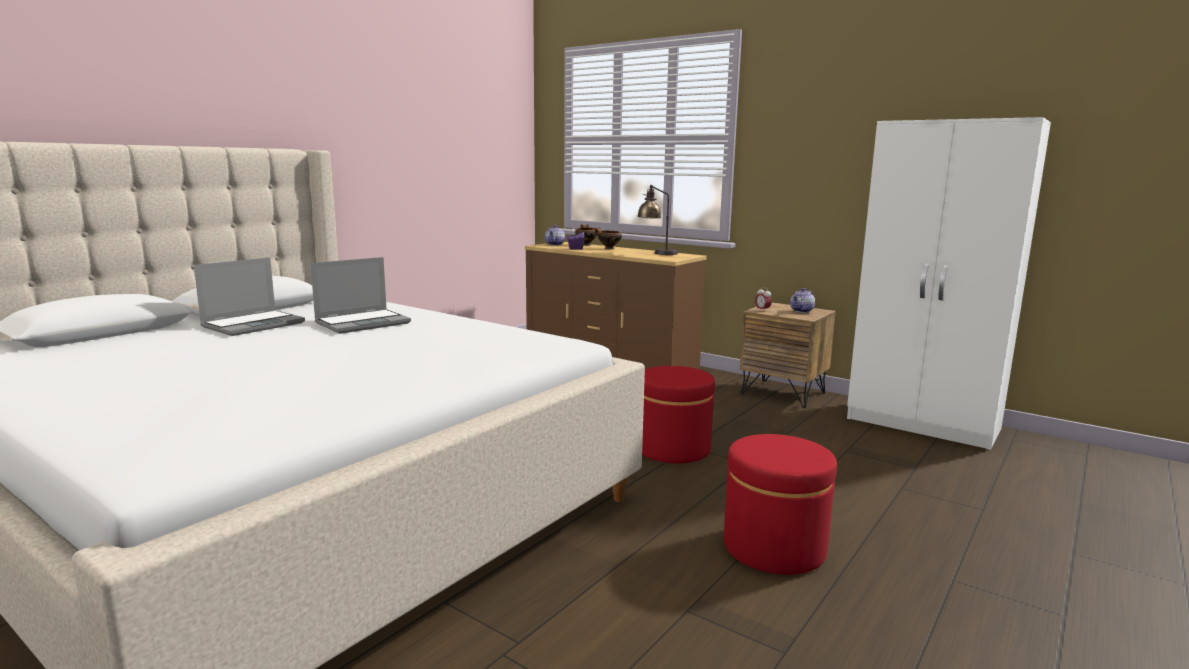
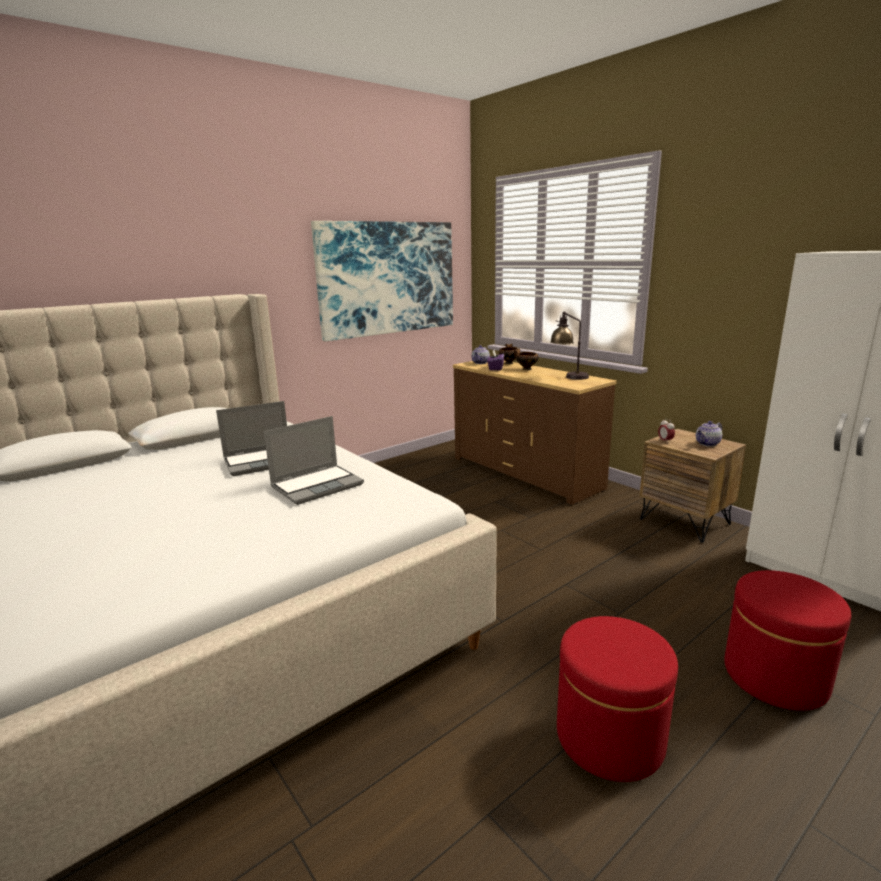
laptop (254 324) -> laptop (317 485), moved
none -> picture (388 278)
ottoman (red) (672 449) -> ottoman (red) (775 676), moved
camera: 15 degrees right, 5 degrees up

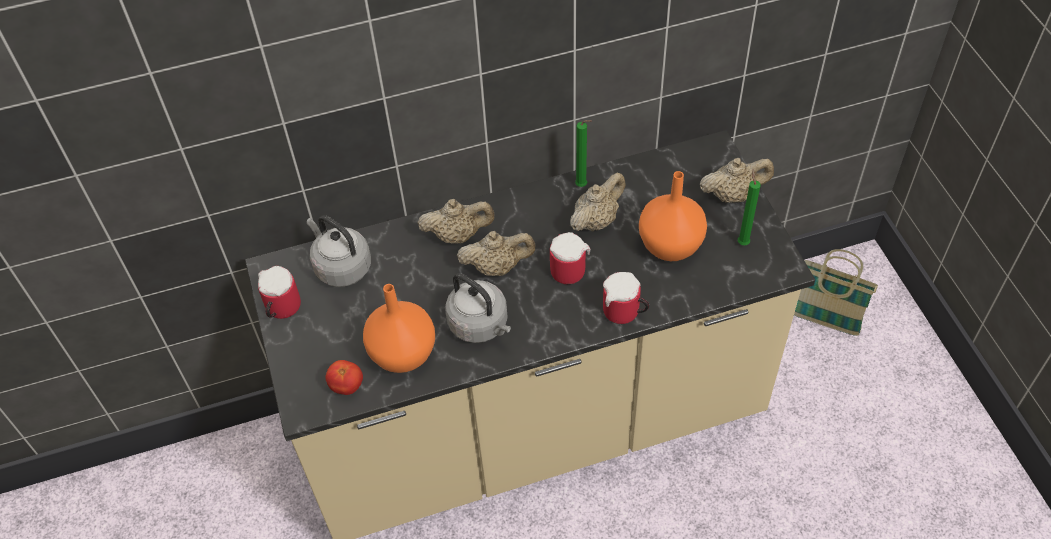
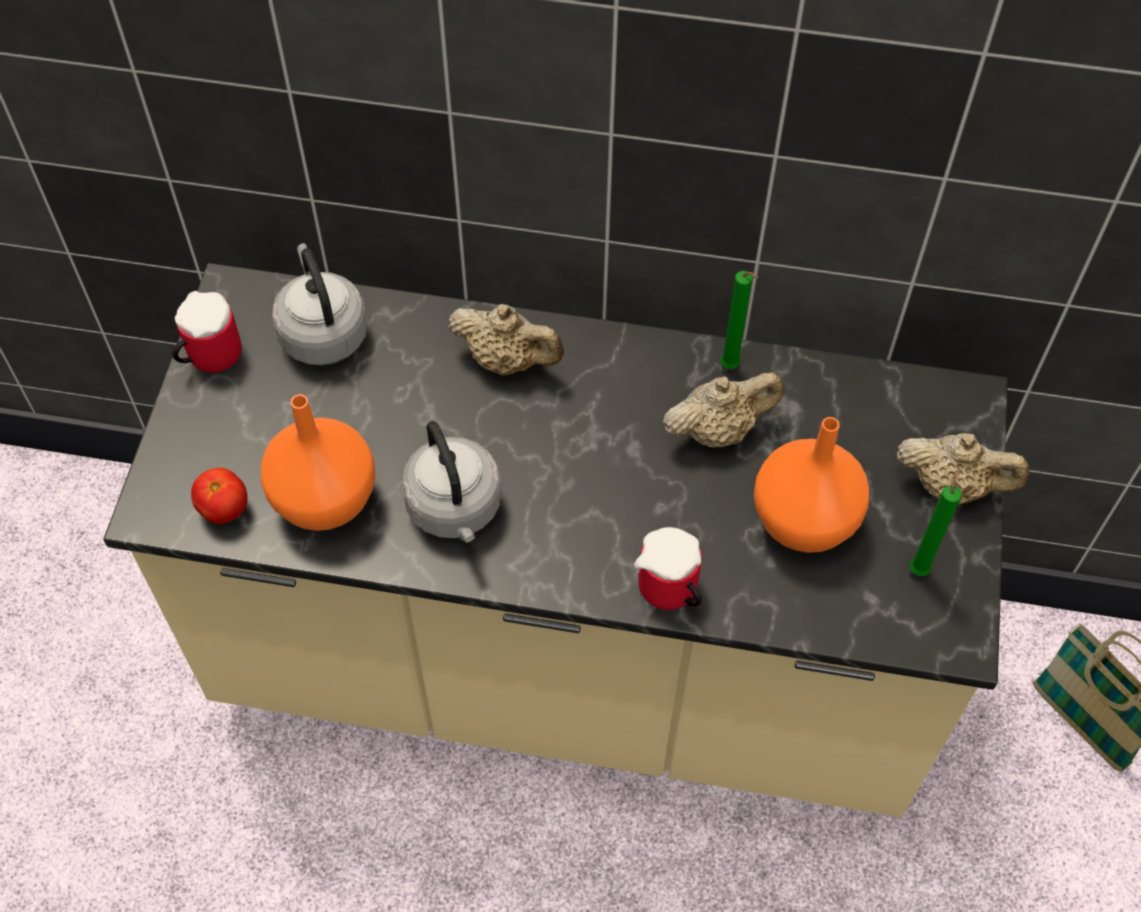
teapot (beige) (497 267) -> none
mug (567 267) -> none
camera: 25 degrees right, 5 degrees up

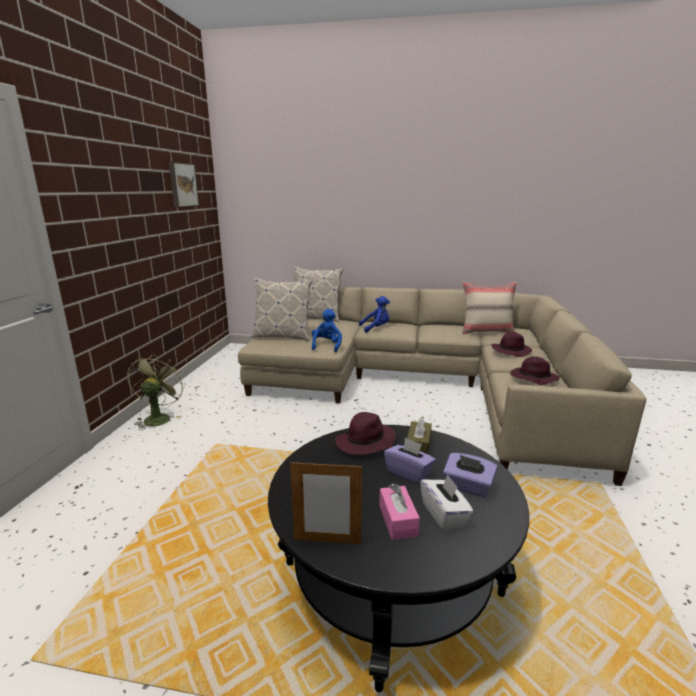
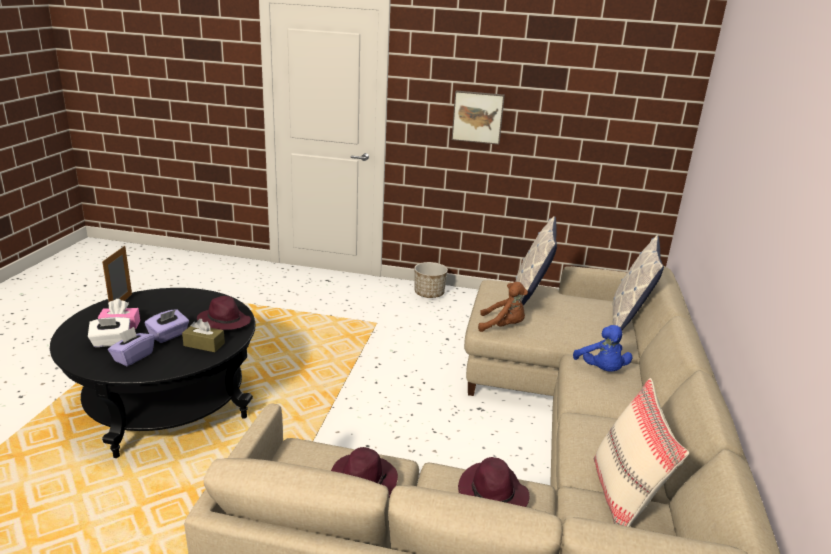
fan (green) (158 417) -> planter (429 293)
picture (182 185) -> picture (478 117), moved
plush toy (blue) (327 346) -> plush toy (brown) (503 326)
camera: 90 degrees right, 5 degrees up

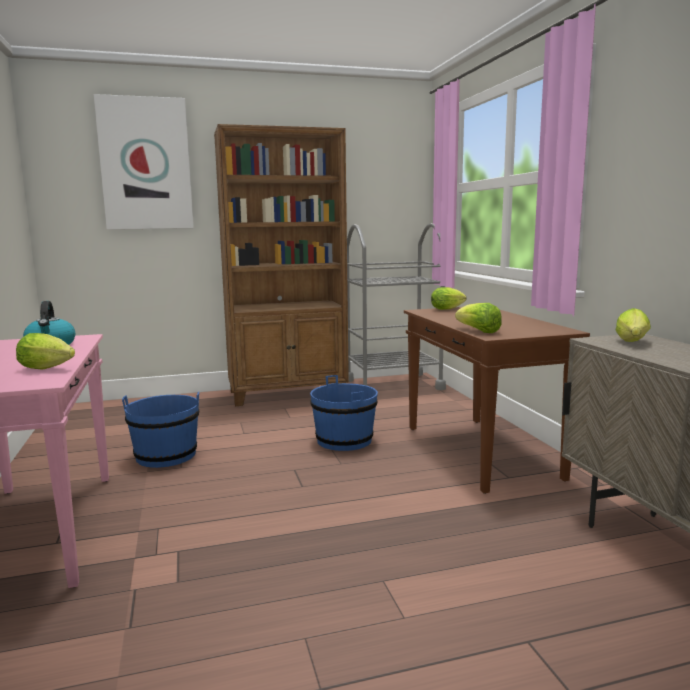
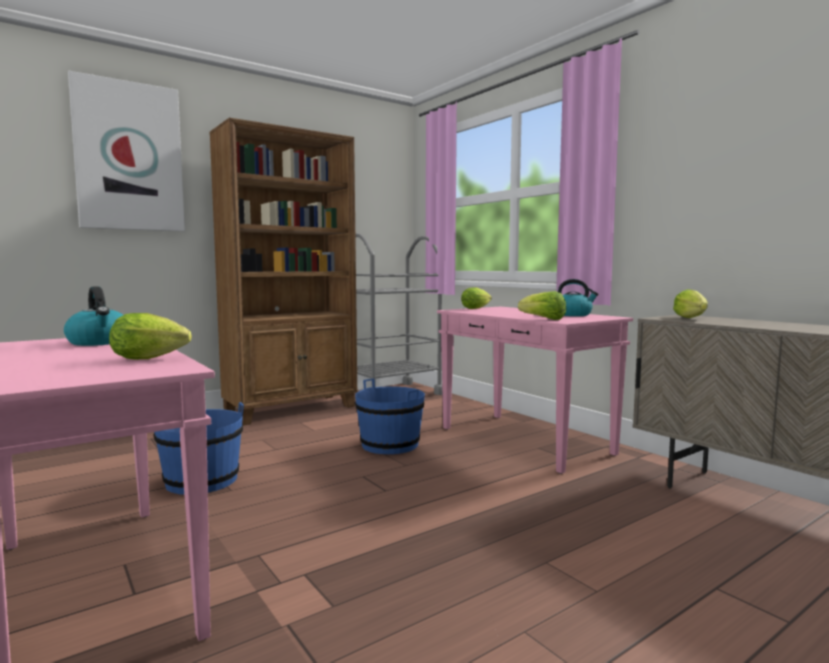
console table (brown) (481 453) -> console table (pink) (526 441)
none -> kettle (573 315)
camera: 20 degrees left, 5 degrees down

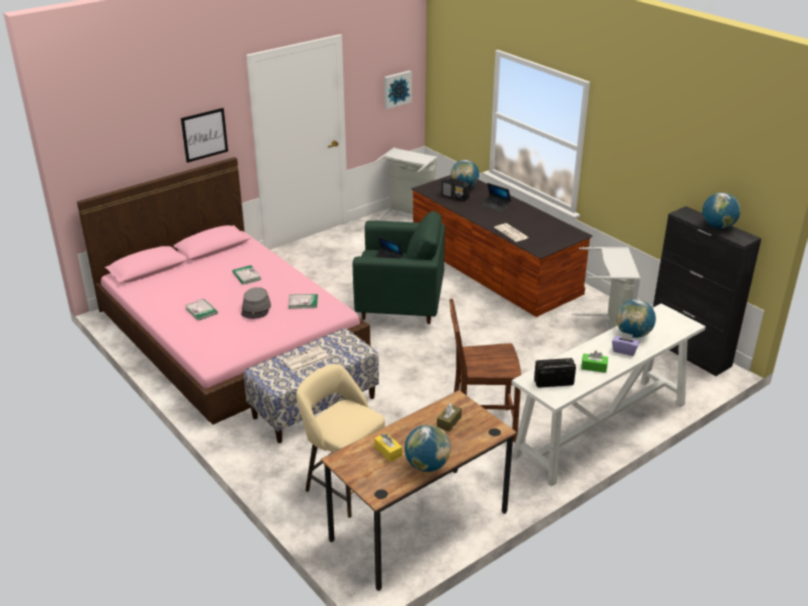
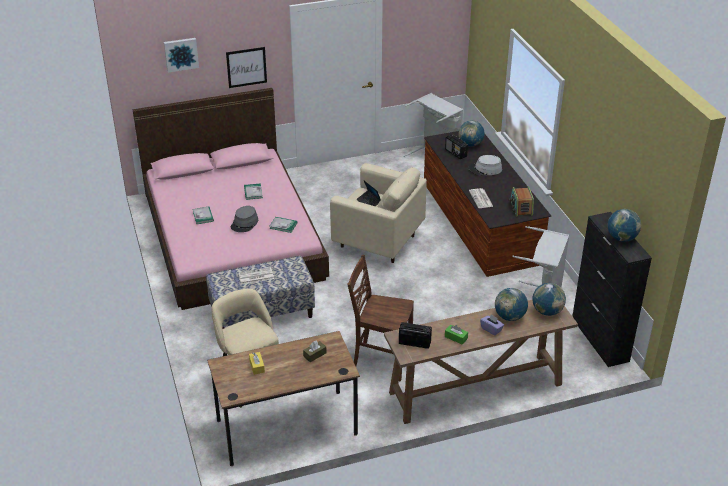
picture (396 89) -> picture (181 54), moved
armchair (green) (400 306) -> armchair (beige) (378 242)
console table (white) (600 430) -> console table (brown) (474 389)
laptop (495 206) -> hat (grey) (485 169)
none -> radio (521 208)
globe (427 466) -> globe (547 311), moved
camera: 20 degrees right, 5 degrees up

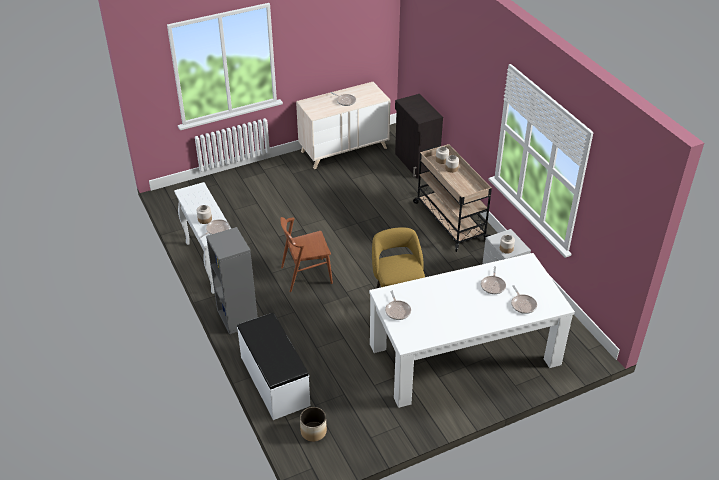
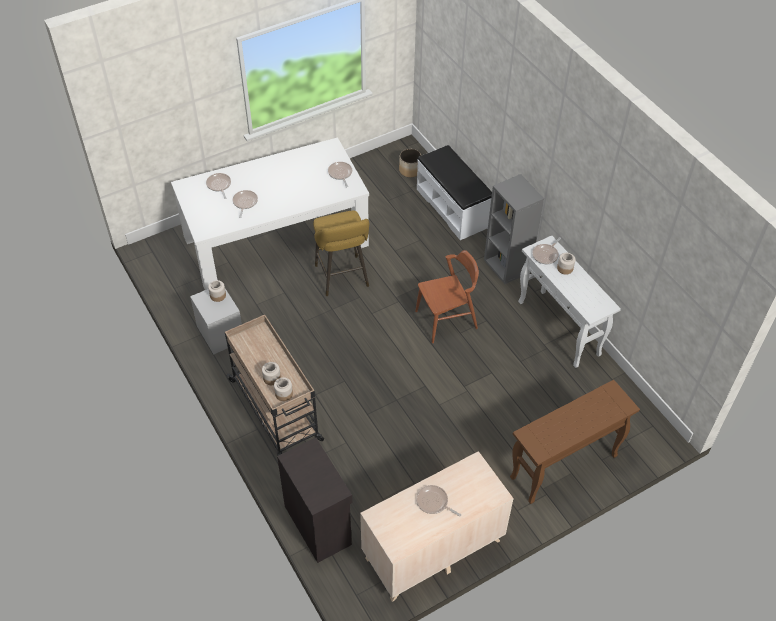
none -> console table (brown) (563 467)
camera: 175 degrees right, 10 degrees up

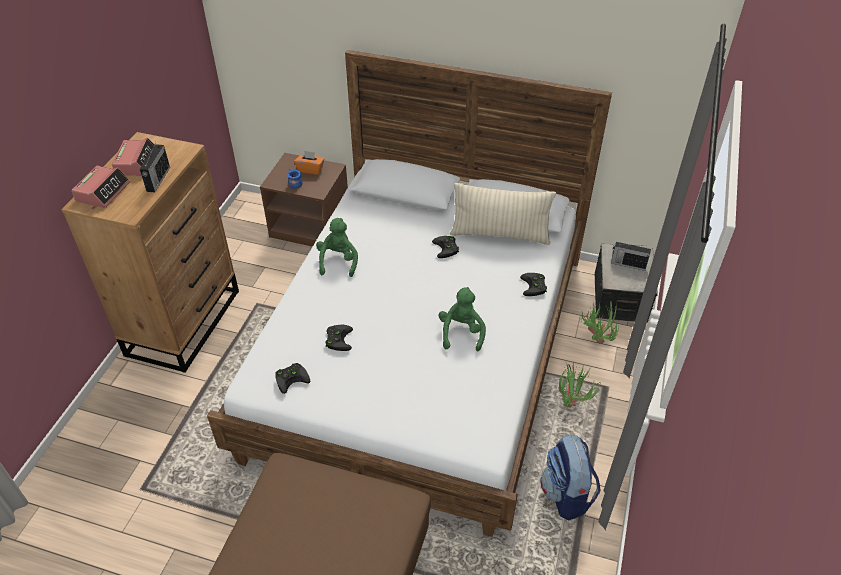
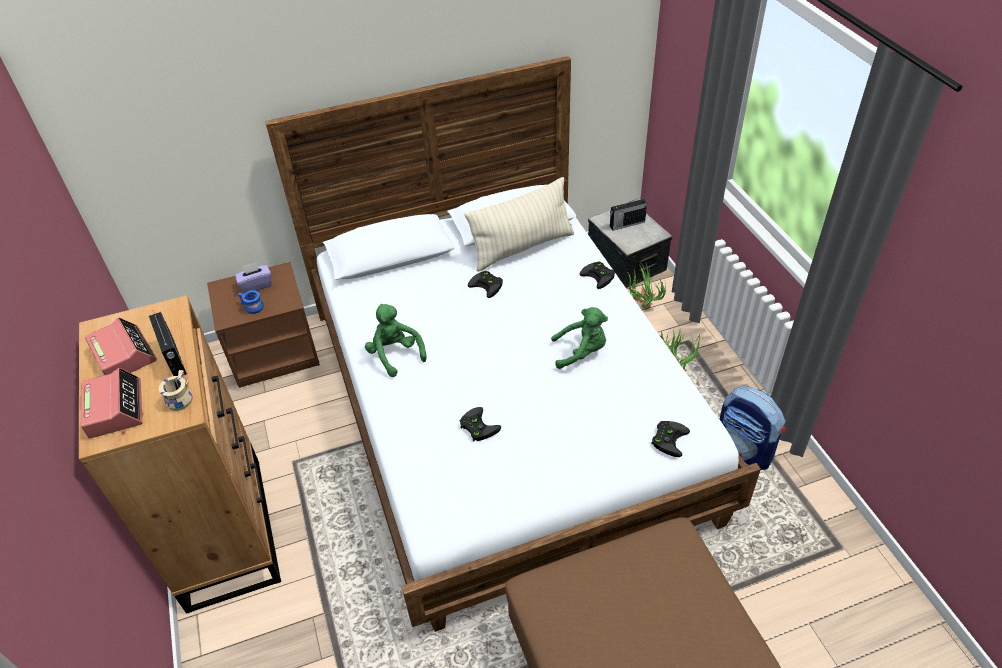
none -> mug (beige) (179 397)
tissue box (orange) (310 169) -> tissue box (purple) (256 285)
plush toy (green) (461 332) -> plush toy (green) (581 352), 120 degrees clockwise
game controller (black) (292 378) -> game controller (black) (668 438), moved
camera: 35 degrees left, 0 degrees up

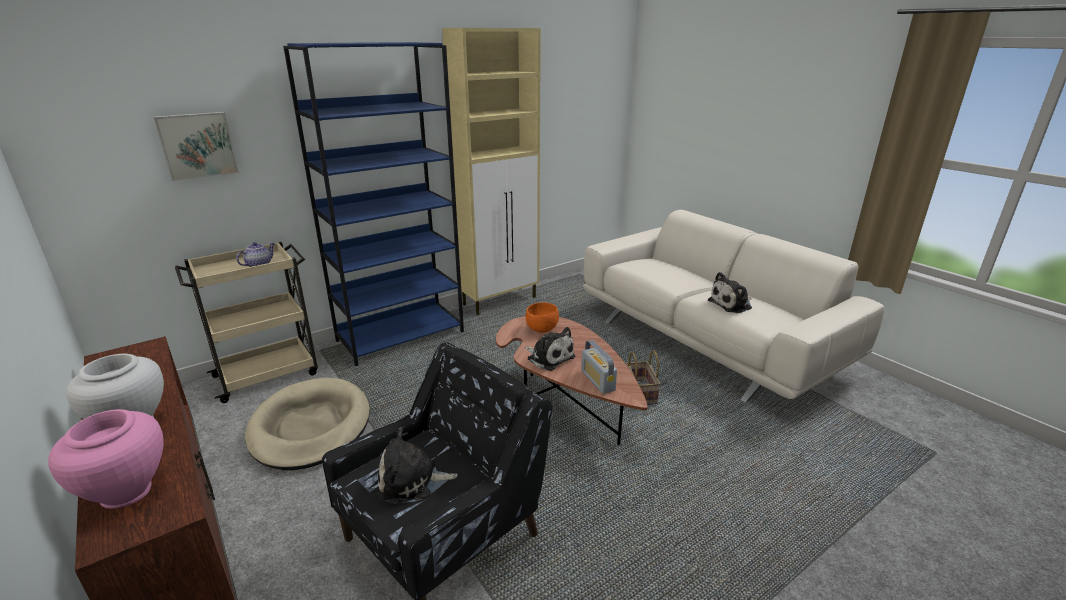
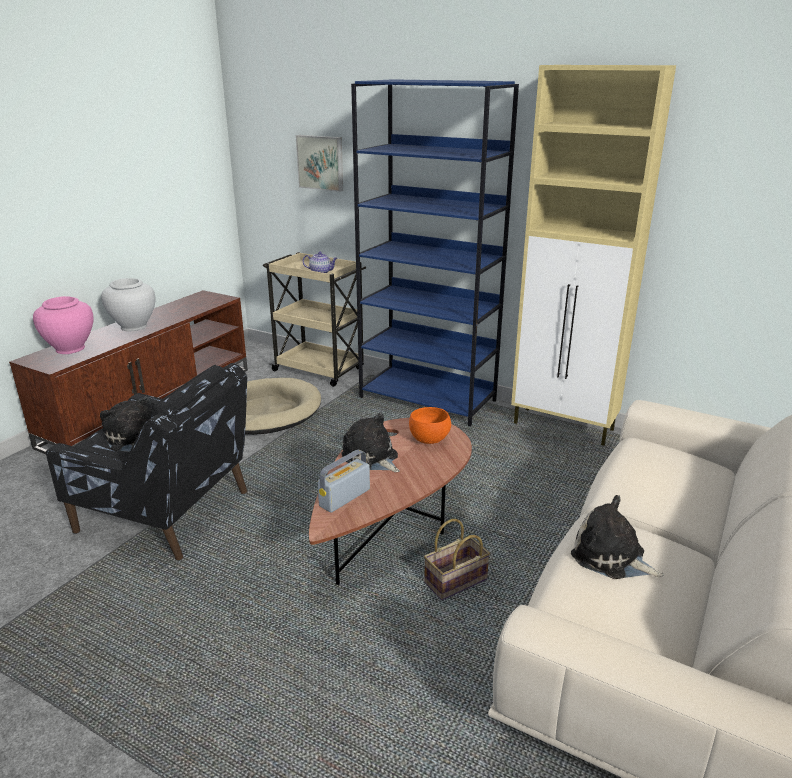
plush toy (549 357) -> plush toy (371 458), 120 degrees clockwise
camera: 65 degrees right, 0 degrees up

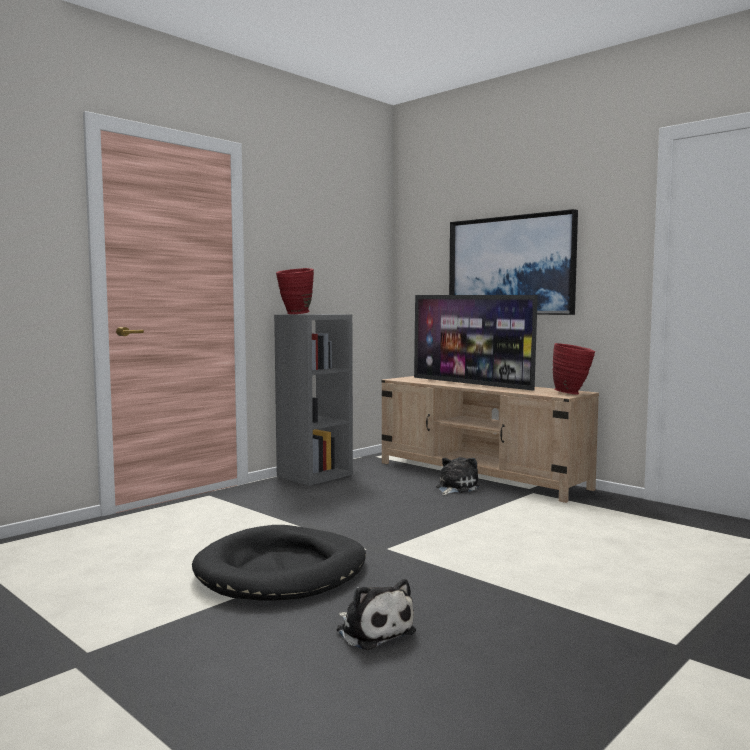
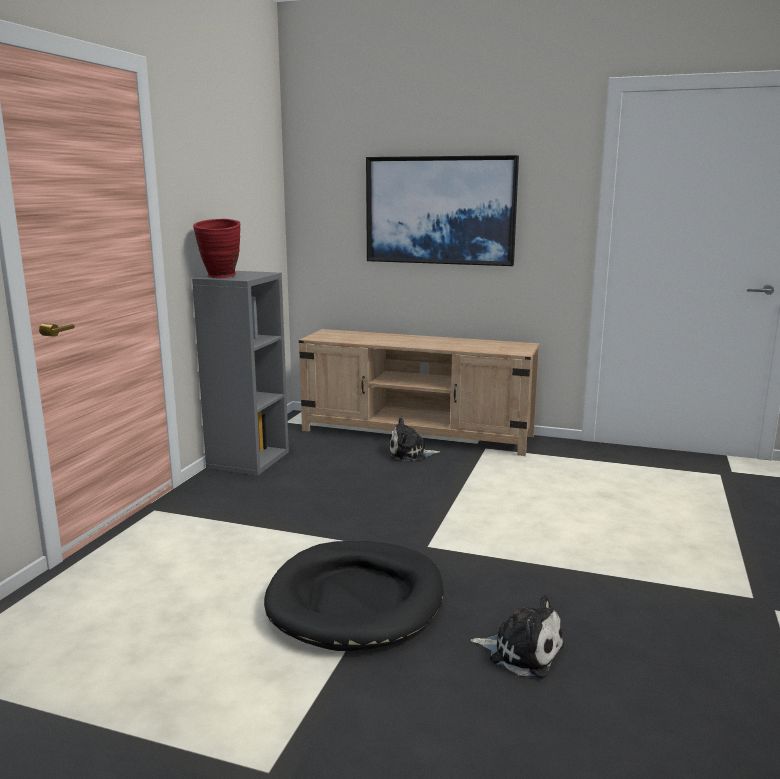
plush toy (455 488) -> plush toy (410 454), 105 degrees counterclockwise
television (471 384) -> none
vase (red) (573 393) -> none
camera: 25 degrees left, 10 degrees up

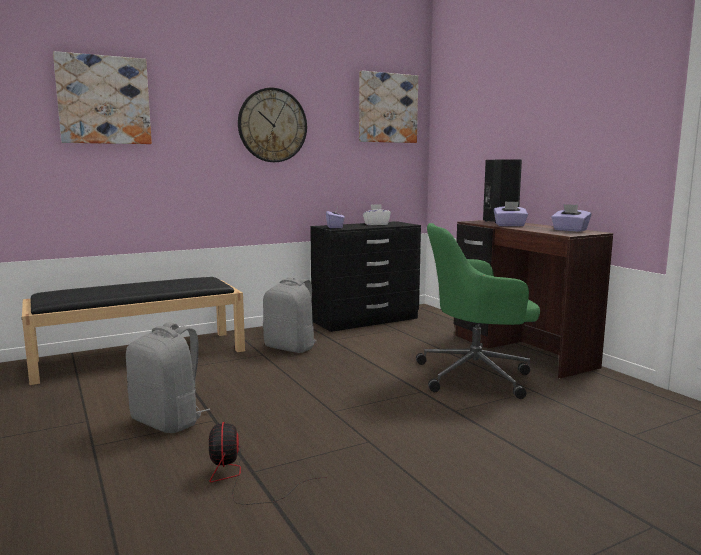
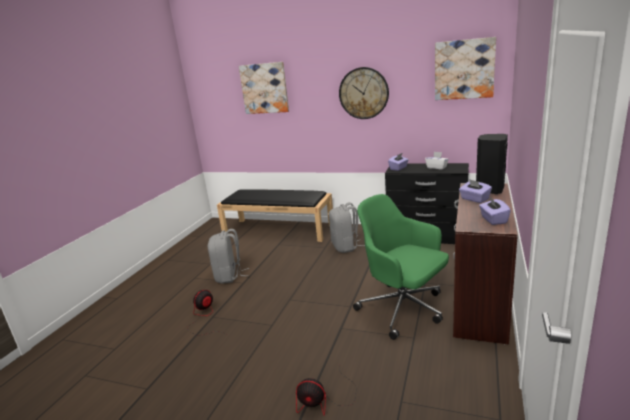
none -> fan (324 400)
camera: 50 degrees right, 10 degrees up

